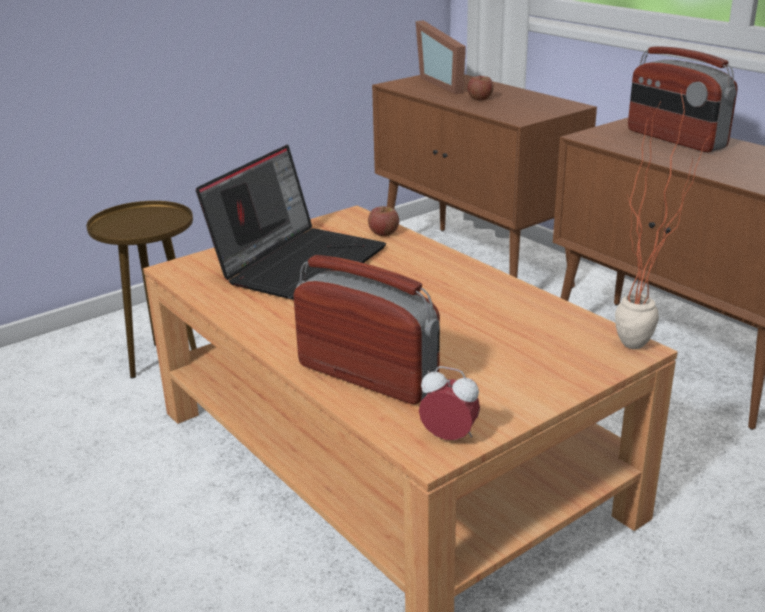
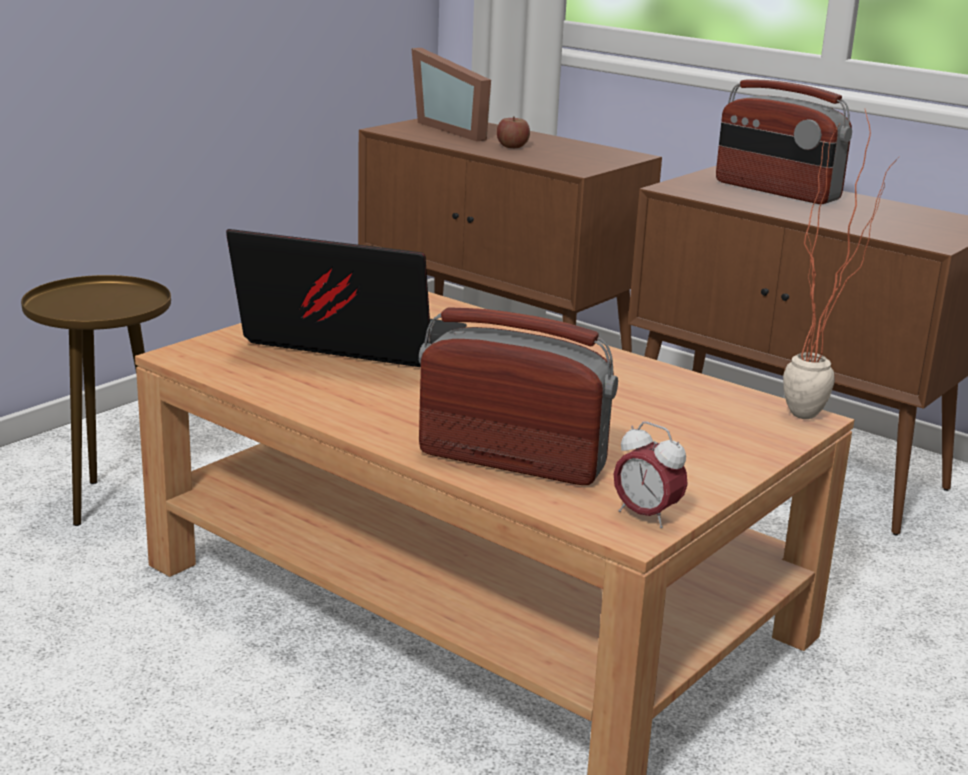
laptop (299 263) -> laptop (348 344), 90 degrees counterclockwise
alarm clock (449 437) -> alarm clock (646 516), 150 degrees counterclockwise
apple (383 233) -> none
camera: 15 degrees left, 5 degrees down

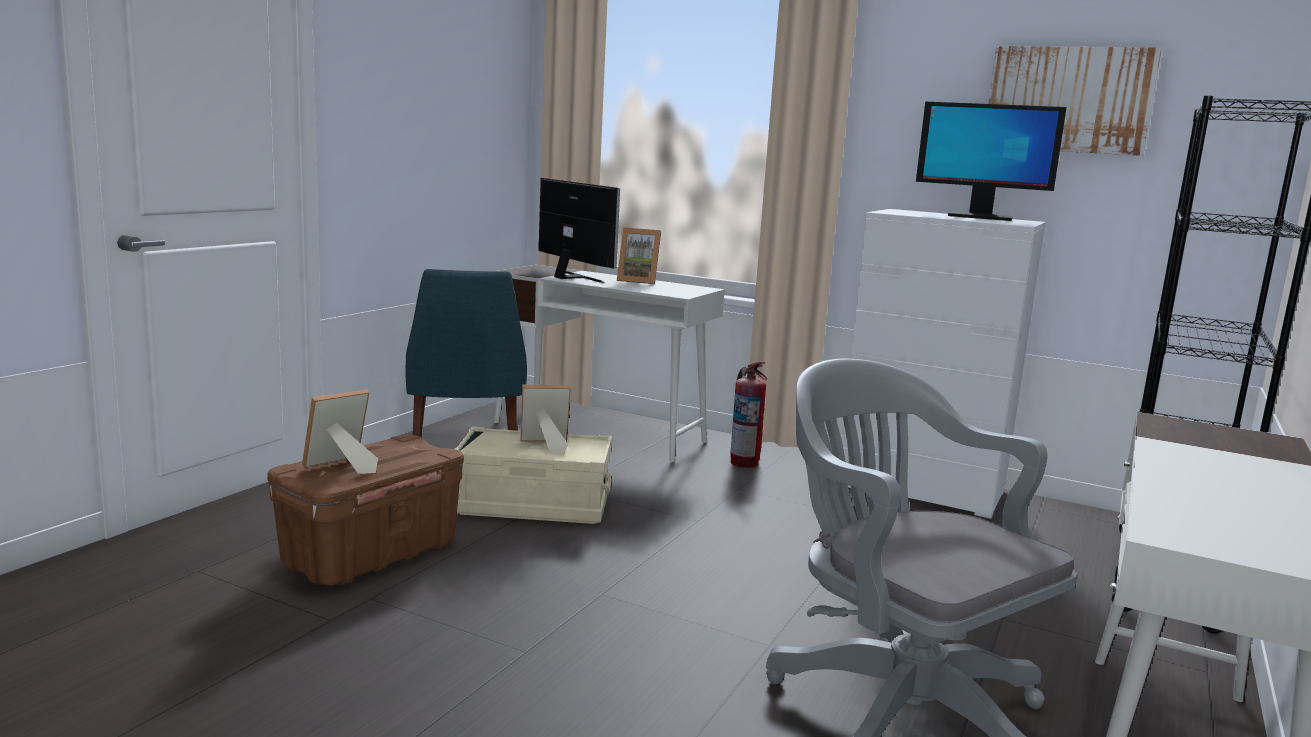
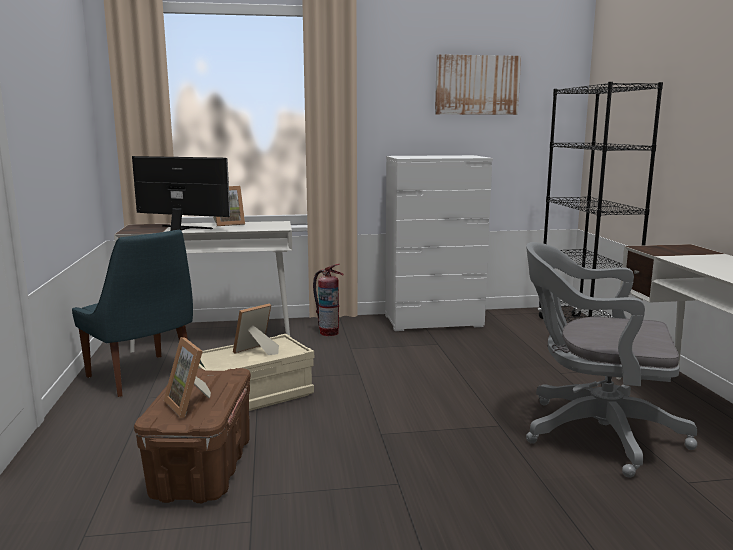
picture frame (340 467) -> picture frame (191 404), 45 degrees counterclockwise
monitor (979 217) -> none
camera: 35 degrees left, 0 degrees up

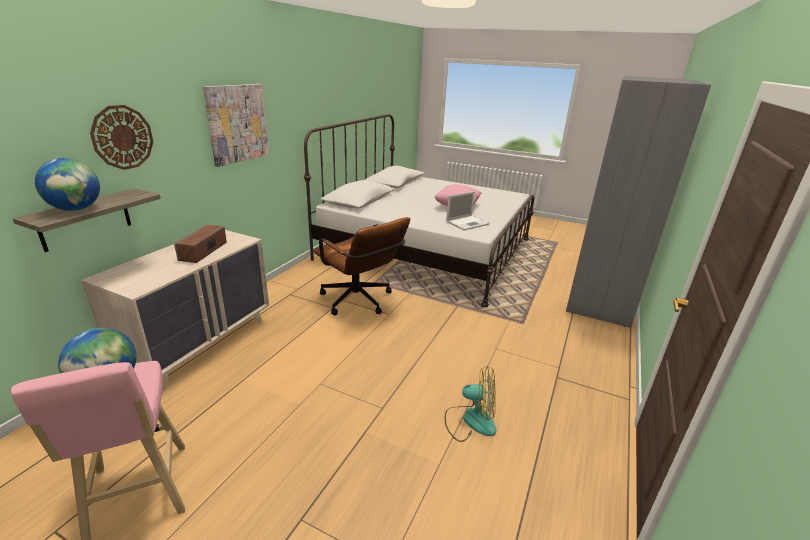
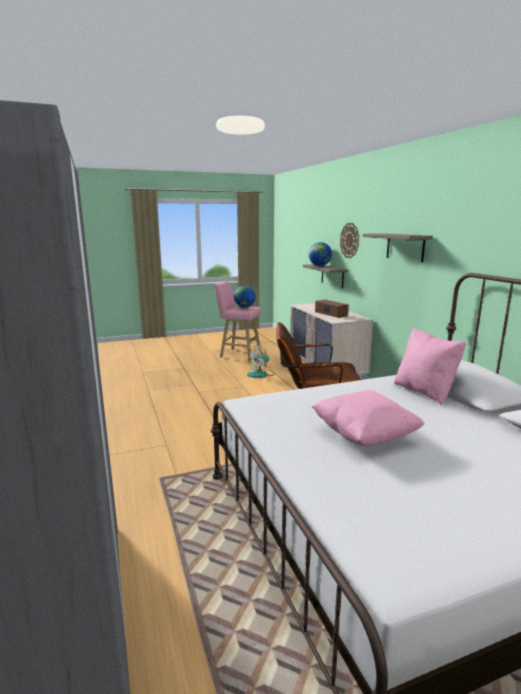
fan (470 420) -> fan (261 374), moved
picture (237 123) -> shelf (405 247)
none -> pillow (pink) (424 392)
laptop (468 223) -> none
camera: 135 degrees right, 10 degrees down

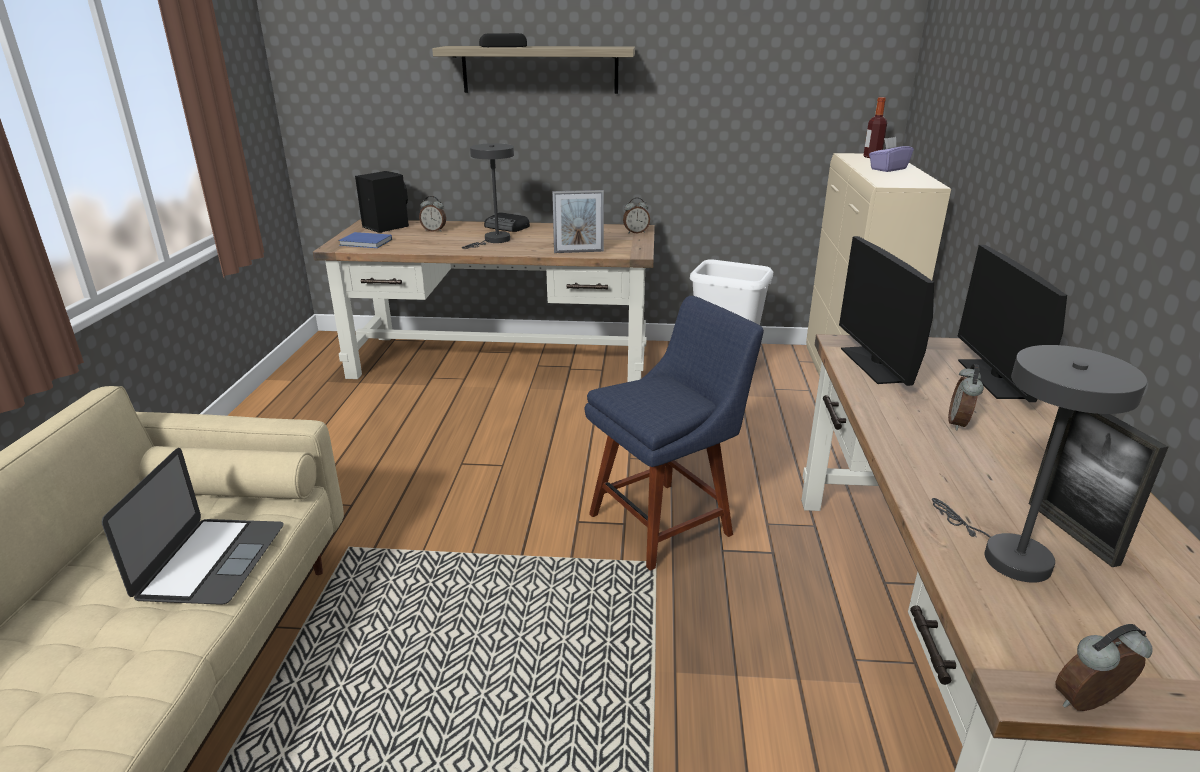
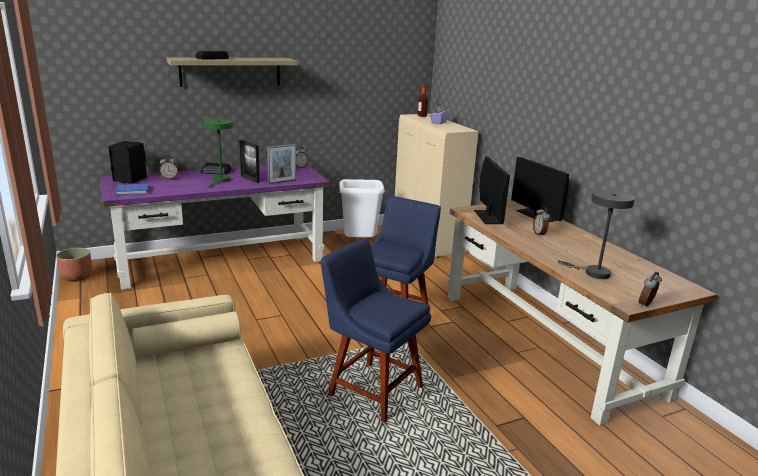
none -> planter (77 277)
desk (brown) (503 360) -> desk (purple) (222 259)
table lamp (grey) (494 240) -> table lamp (green) (220 181)
picture frame (1072 532) -> picture frame (250 179), moved
none -> chair (blue) (371 389)
monitor (876 364) -> monitor (487 217), 150 degrees counterclockwise
laptop (211 560) -> none
camera: 30 degrees left, 5 degrees down

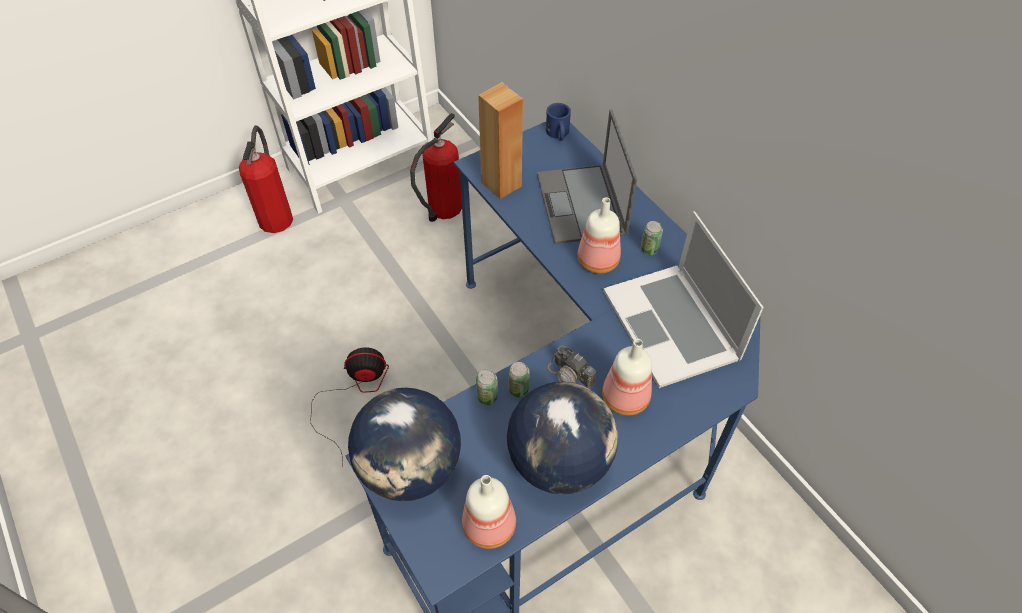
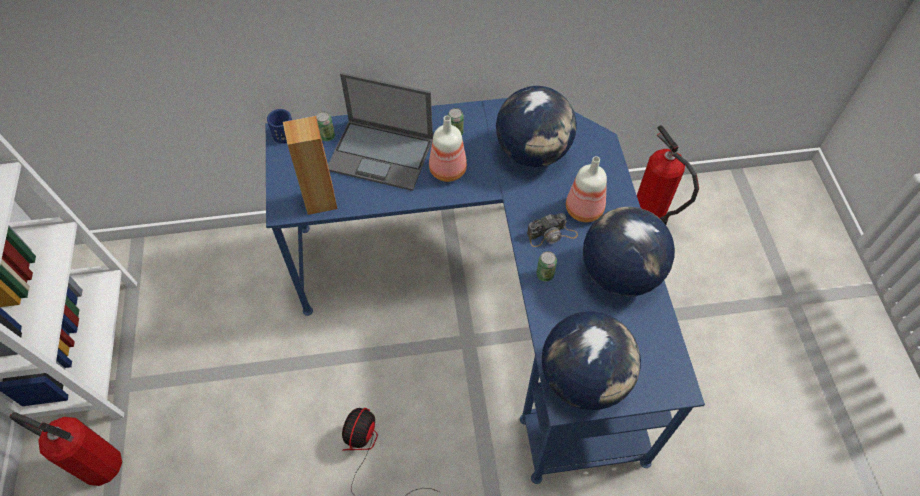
can (487 397) -> can (327 136), moved
laptop (671 324) -> globe (533 152)
fire extinguisher (443 209) -> fire extinguisher (653 210), moved
bottle (490 524) -> none
camera: 65 degrees left, 5 degrees up

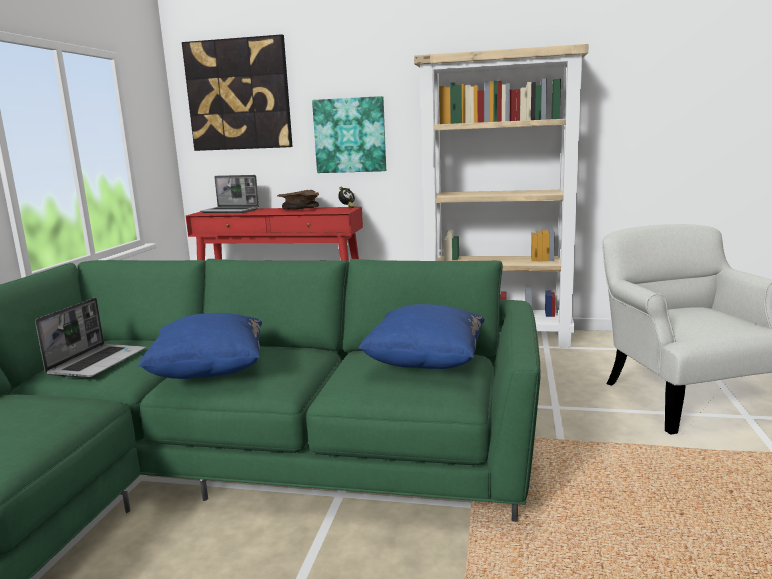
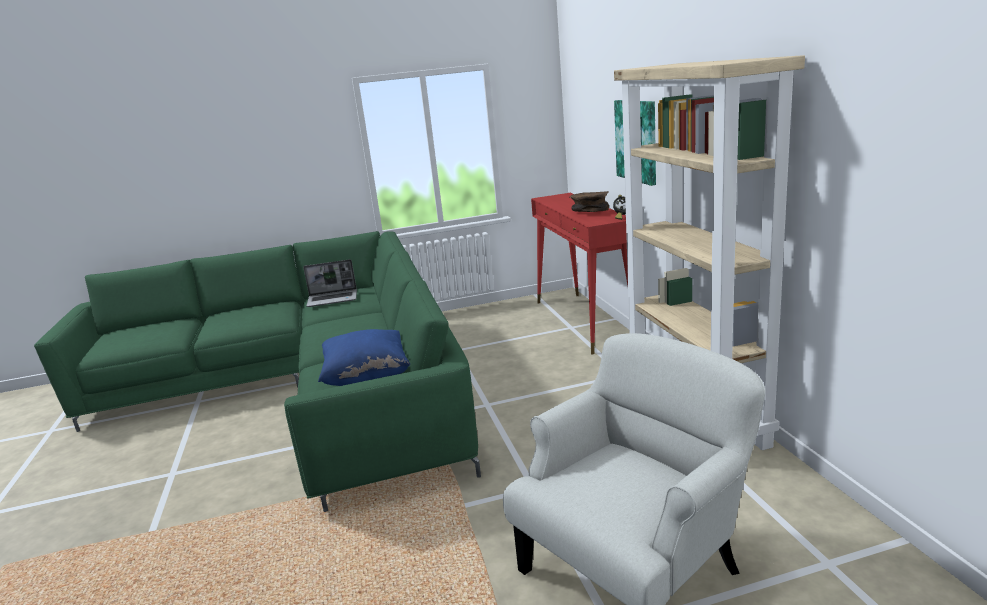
pillow (blue) (210 373) -> none
picture (238 95) -> none
laptop (231 211) -> none
camera: 65 degrees right, 5 degrees up

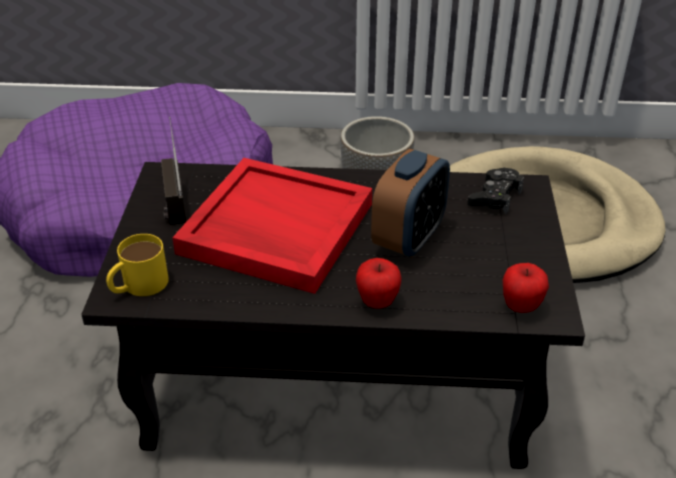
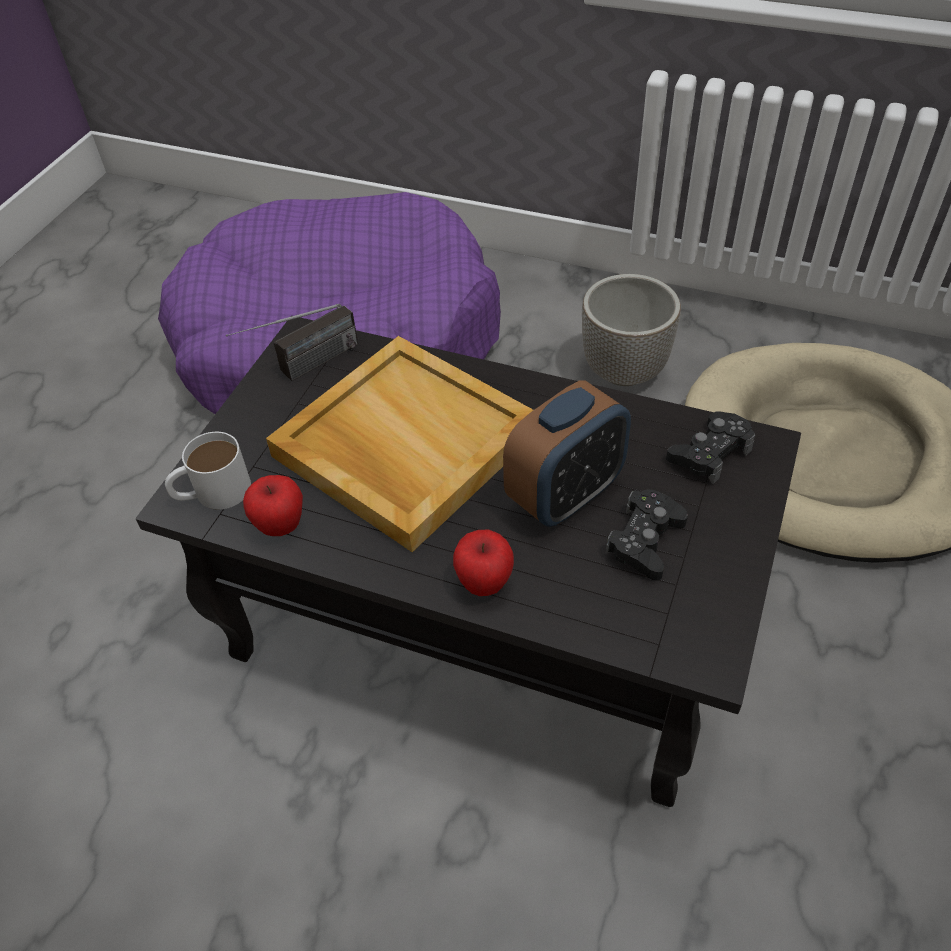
mug (yellow) (138 285) -> mug (white) (212 492)
radio (172 194) -> radio (303 369), 135 degrees counterclockwise
apple (521 306) -> apple (280 526), moved
tray (red) (274 229) -> tray (beige) (403 444)
none -> game controller (black) (645 540)
camera: 20 degrees right, 10 degrees up

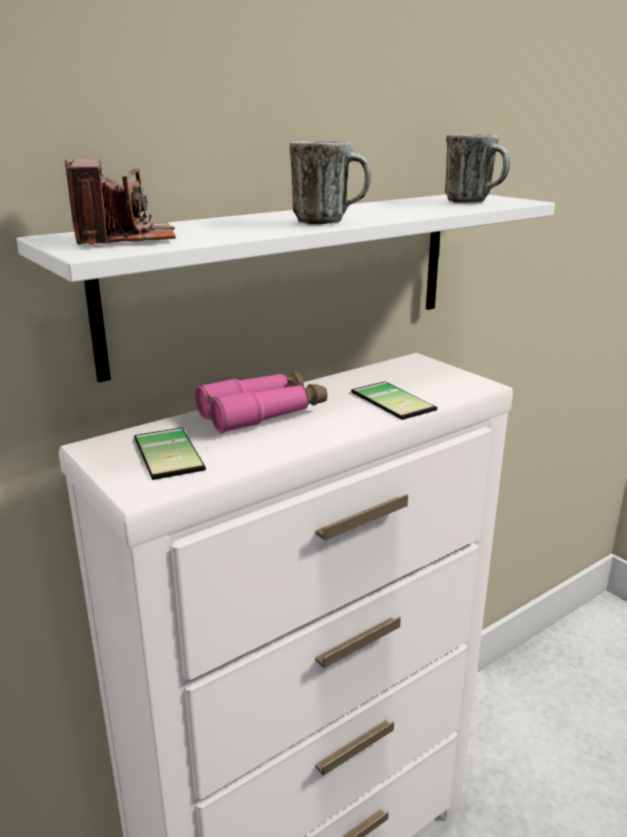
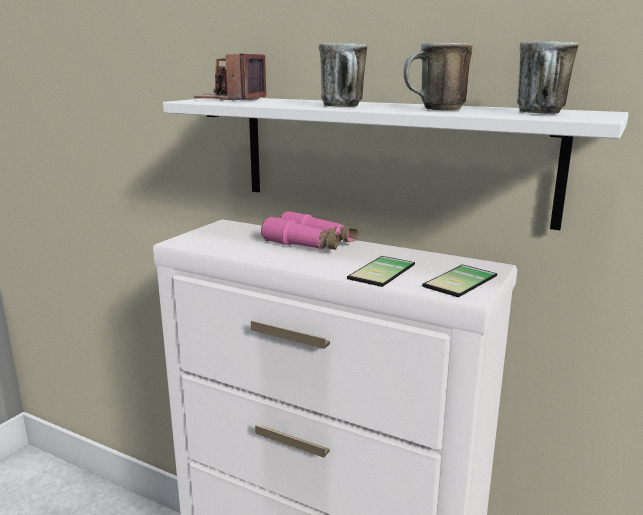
photo camera (123 238) -> photo camera (232 99), 150 degrees clockwise
none -> mug (435 109)
phone (174 452) -> phone (464 282), moved
camera: 65 degrees right, 5 degrees down

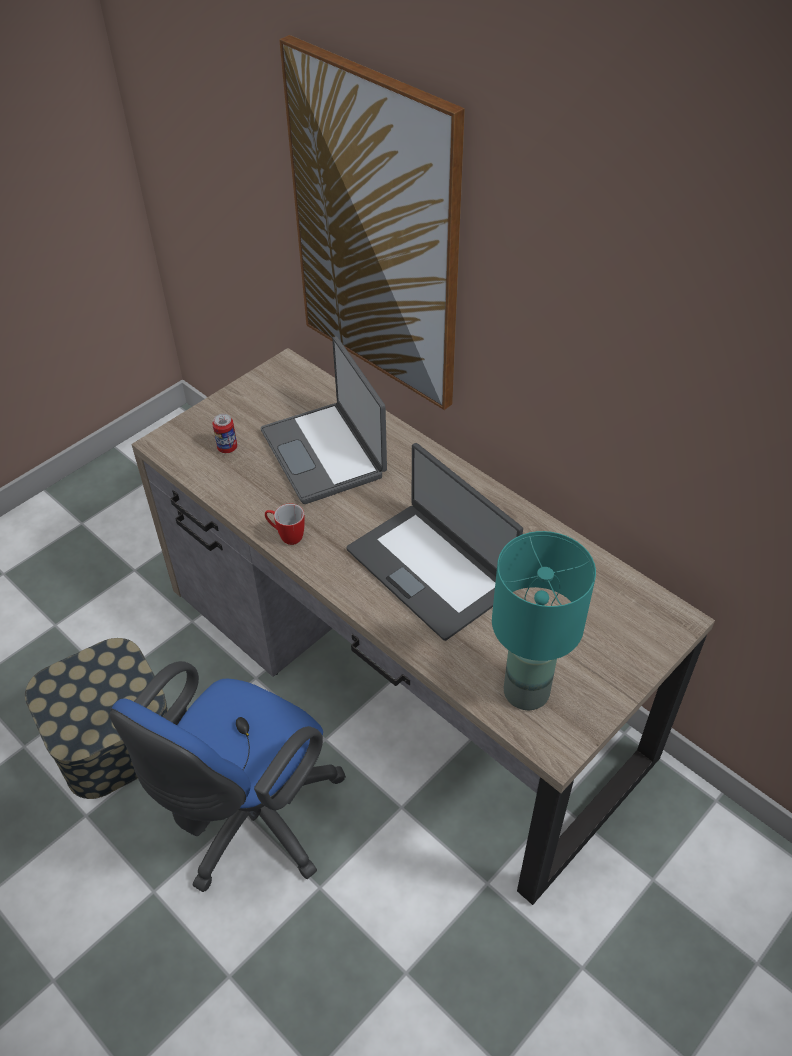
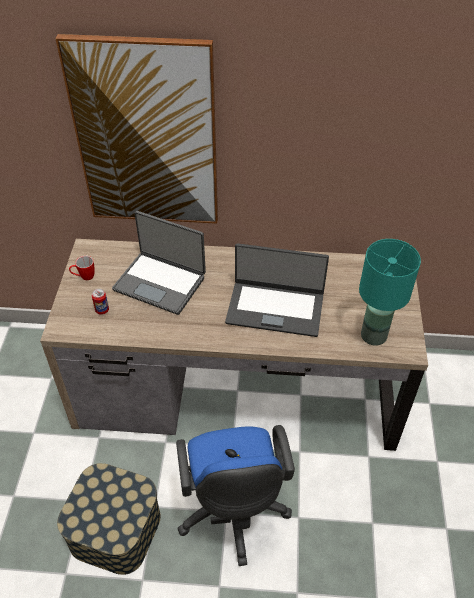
mug (286 536) -> mug (84 277), moved
camera: 40 degrees left, 0 degrees up

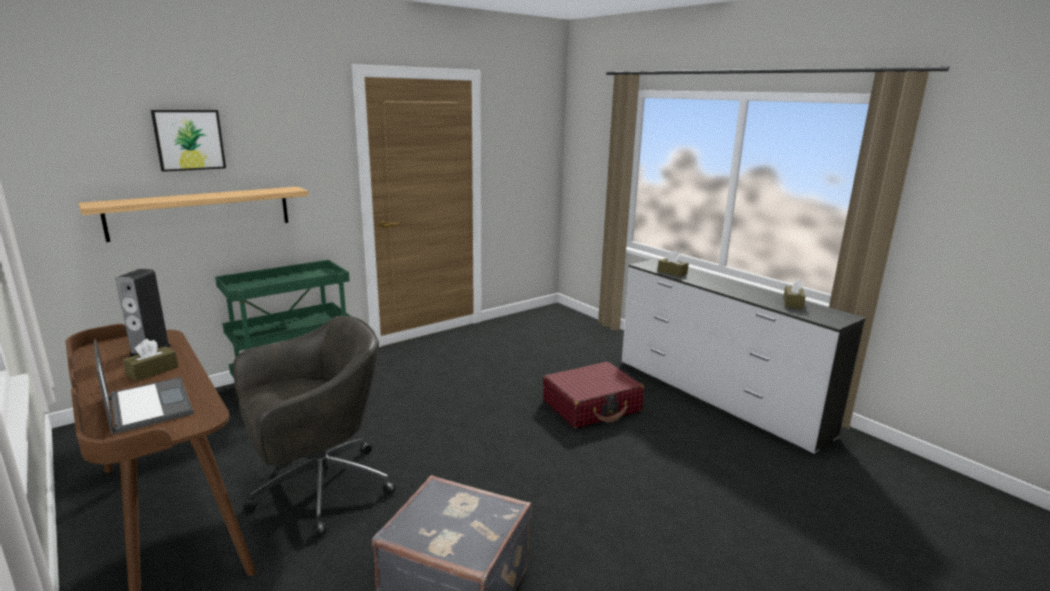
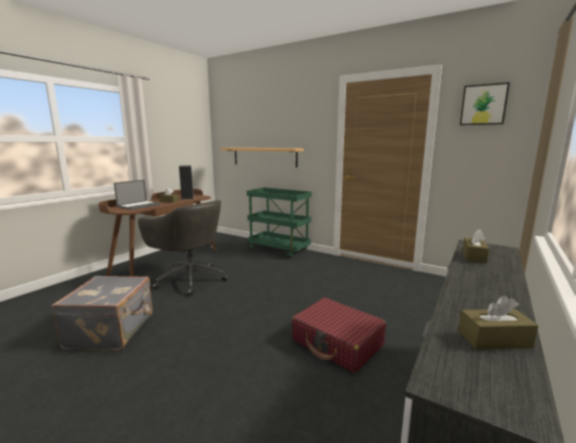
picture (189 140) -> picture (483 105), moved
camera: 70 degrees right, 5 degrees down

